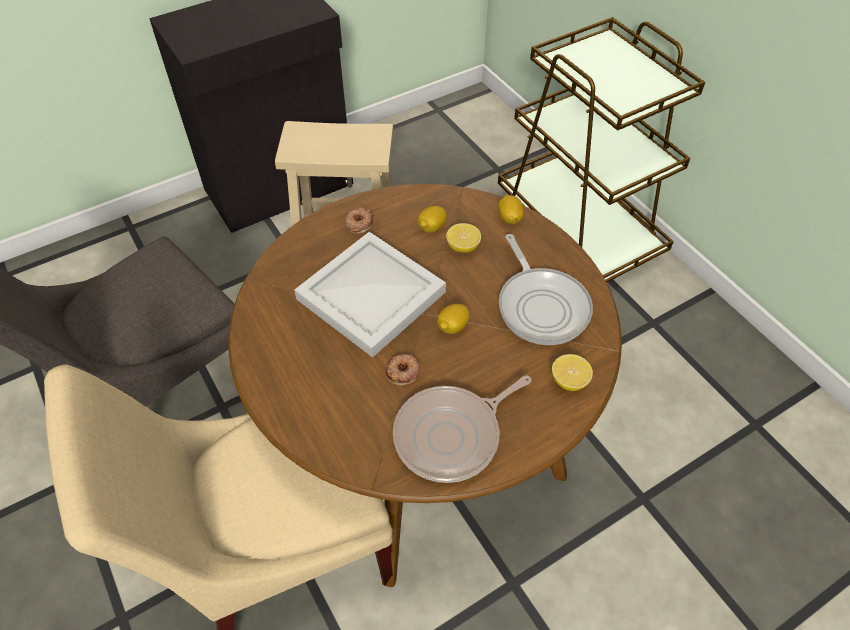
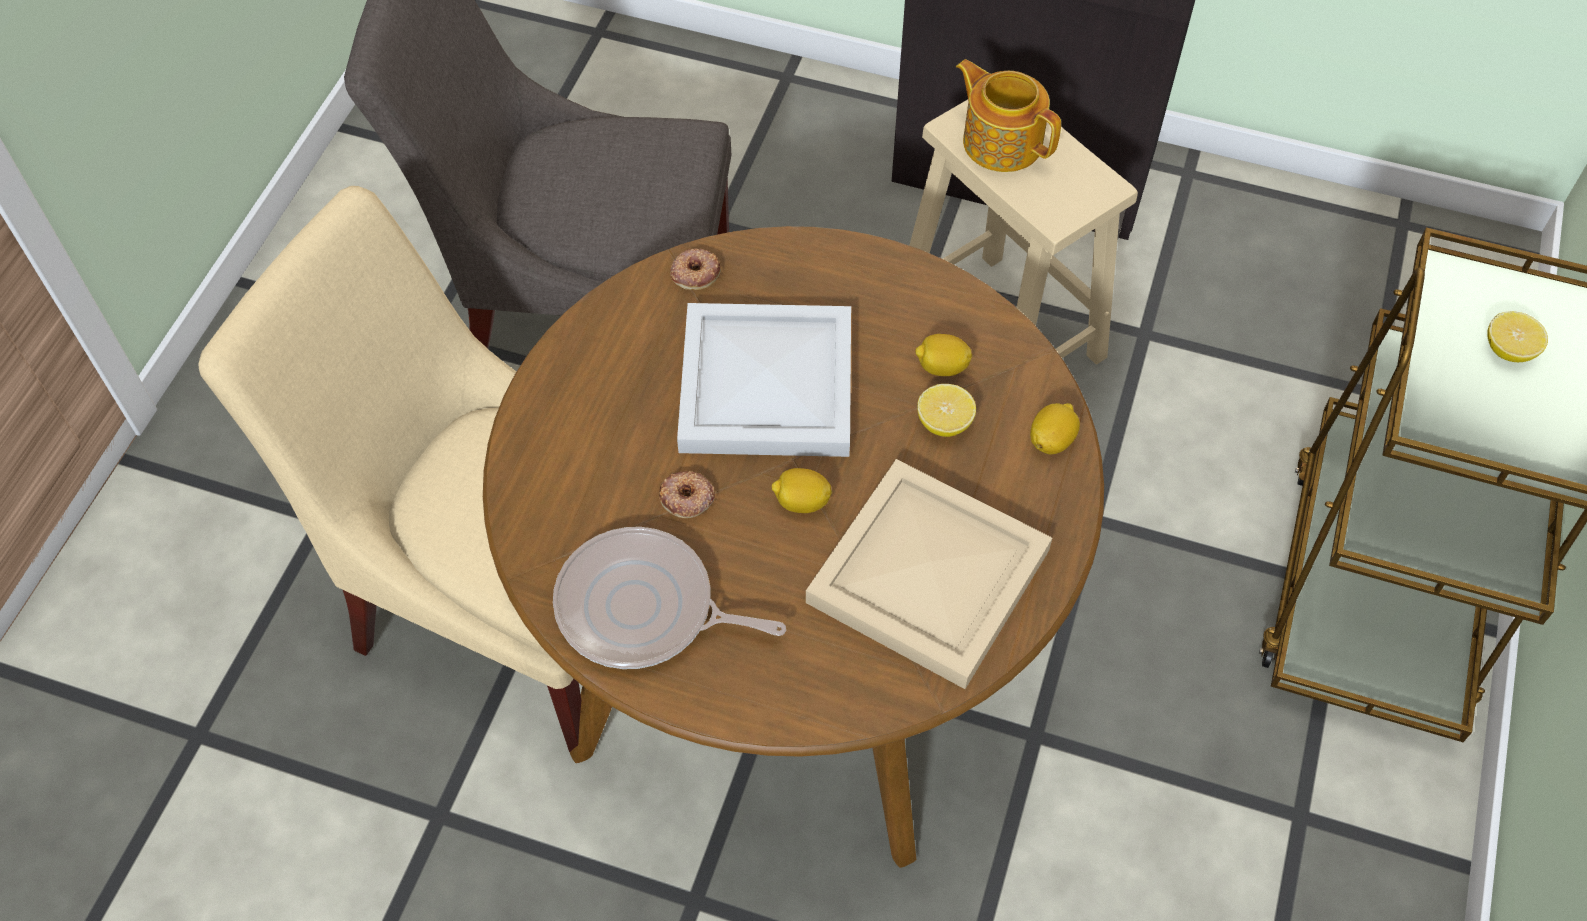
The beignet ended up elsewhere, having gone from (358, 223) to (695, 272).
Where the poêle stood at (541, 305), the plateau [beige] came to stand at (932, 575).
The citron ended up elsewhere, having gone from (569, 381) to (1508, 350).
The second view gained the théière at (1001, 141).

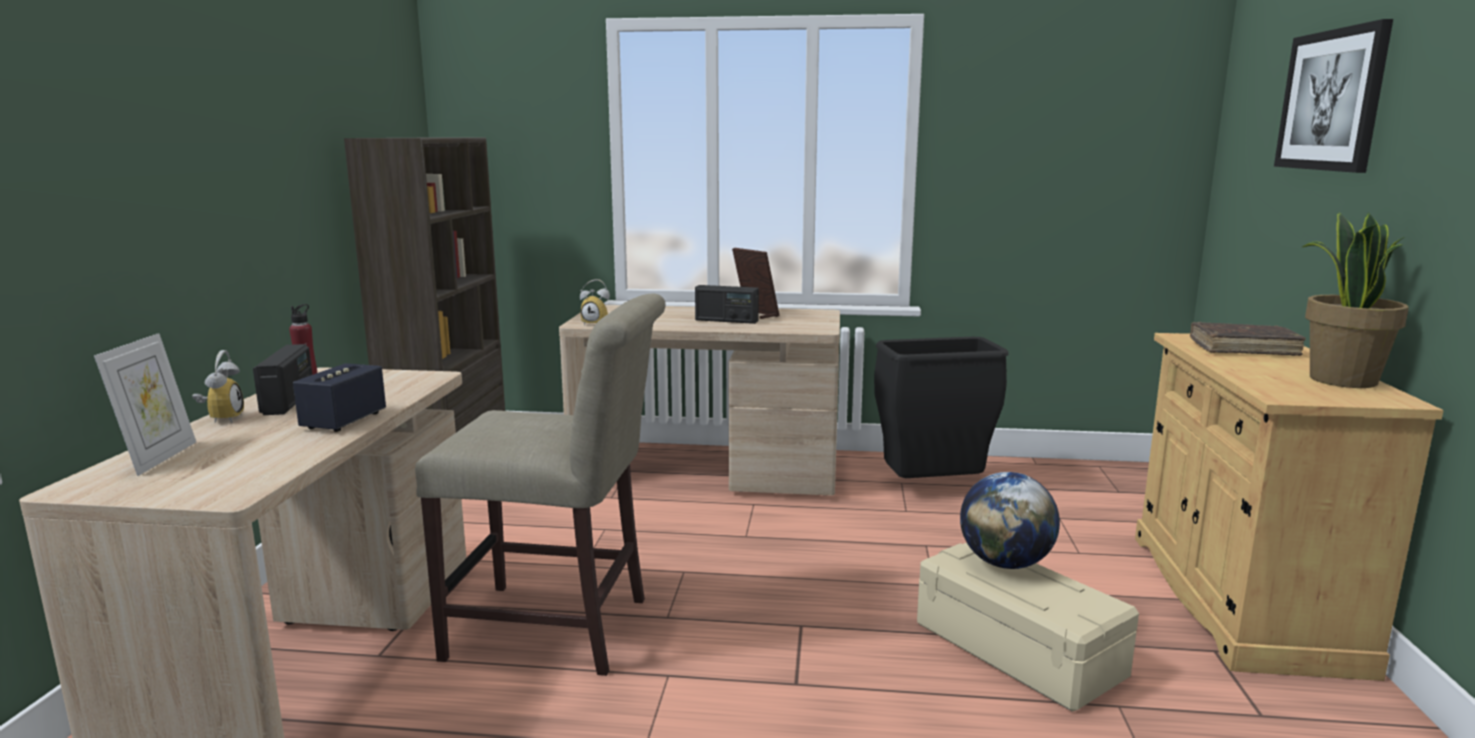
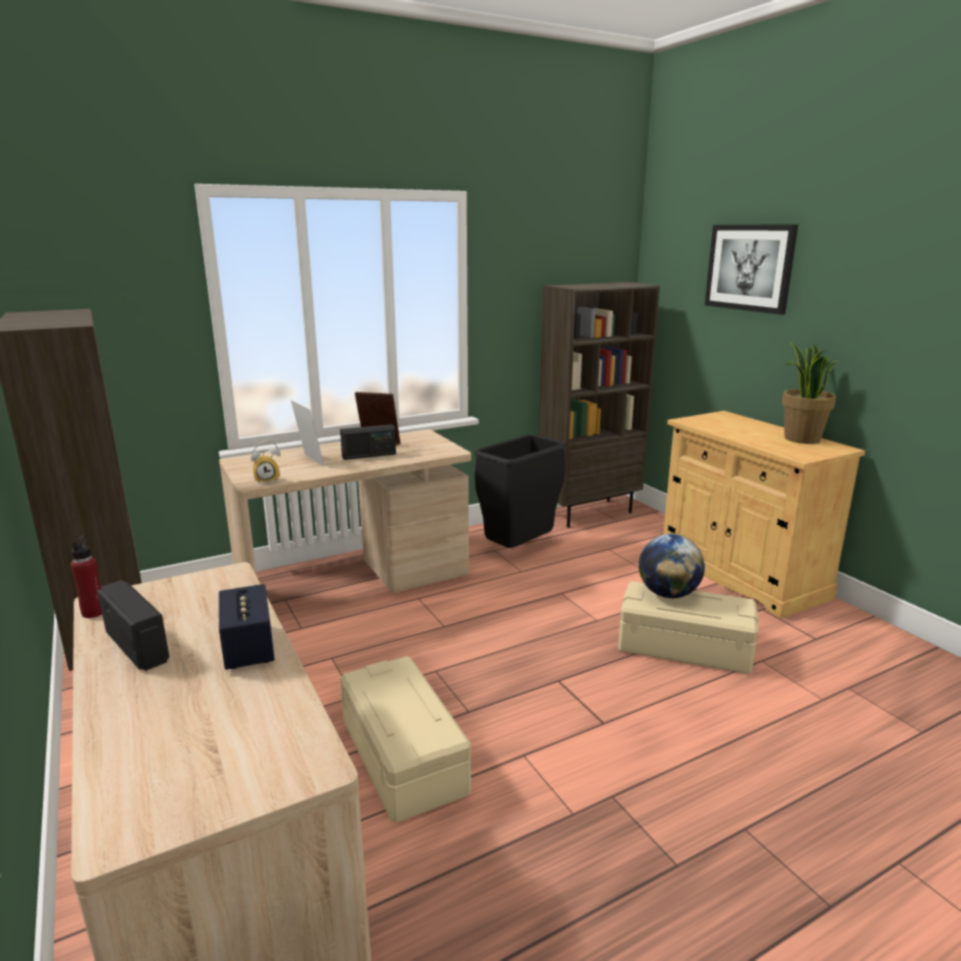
The cadre photo ended up elsewhere, having gone from (158, 458) to (309, 461).
The second view lost the réveil at (222, 418).
Where the chaise [beige] stood at (559, 630), the boîte de rangement [beige] came to stand at (405, 756).
The second view lost the livre [marron] at (1243, 349).
The second view gained the bibliothèque [marron] at (588, 513).

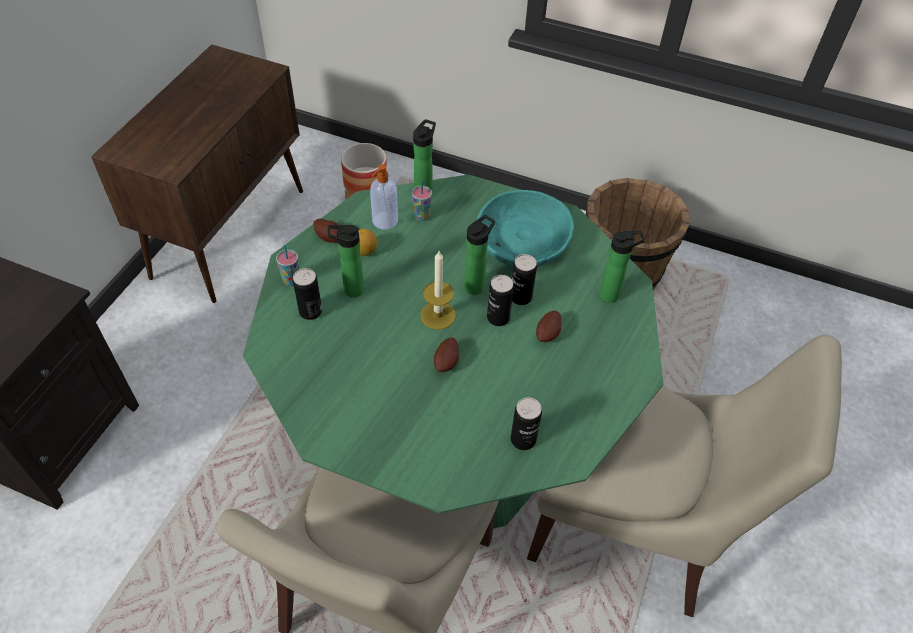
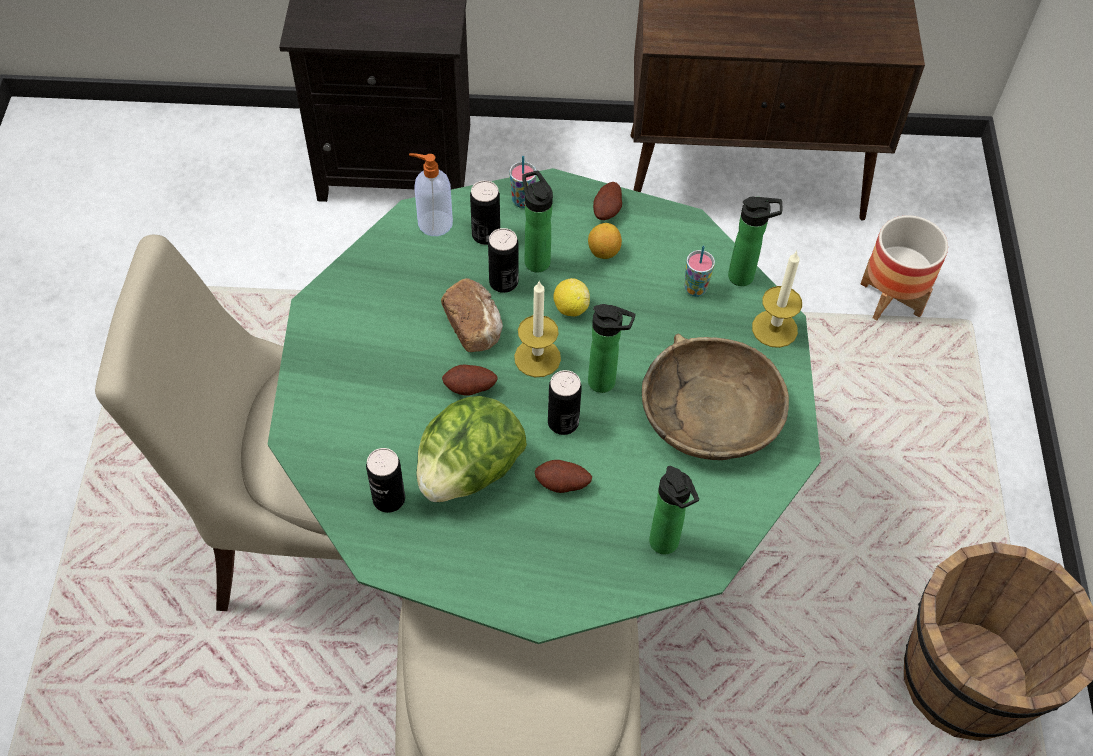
The distributeur de savon ended up elsewhere, having gone from (384, 221) to (433, 223).
What was the bol [turquoise] at (521, 242) turned into the bol [marron] at (709, 413).
The boîte métallique ended up elsewhere, having gone from (520, 297) to (503, 282).
The second view gained the laitue at (469, 471).
The second view gained the pain at (474, 326).
The second view gained the citron at (571, 308).
The second view gained the bougie at (774, 328).

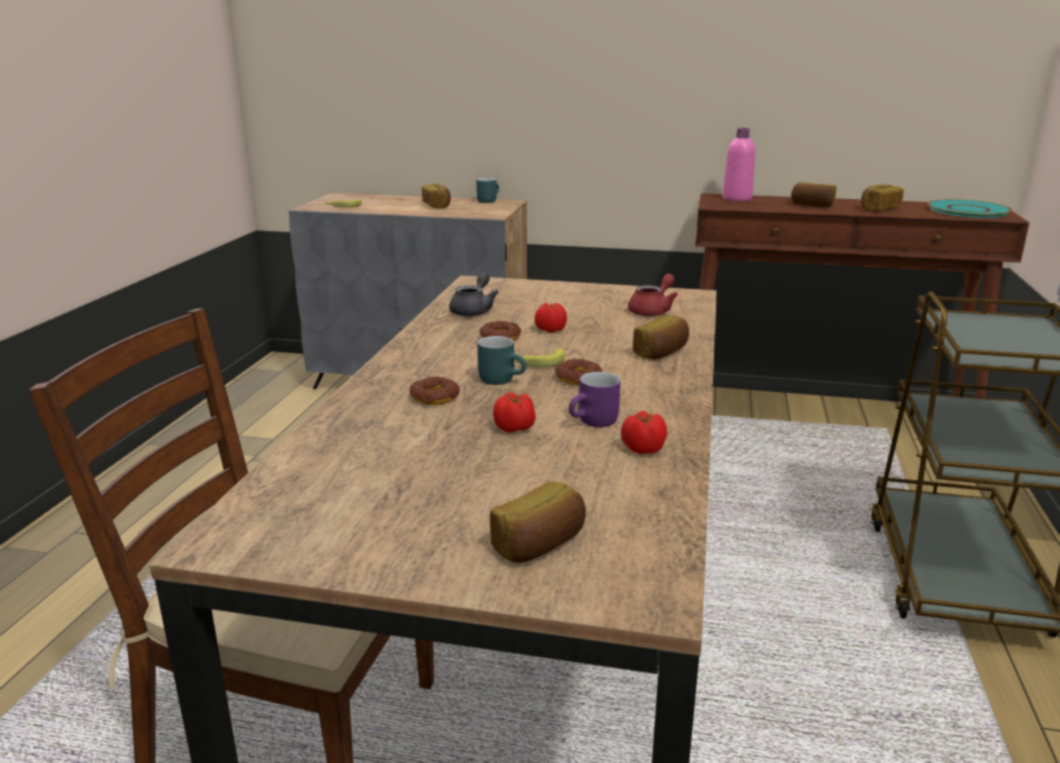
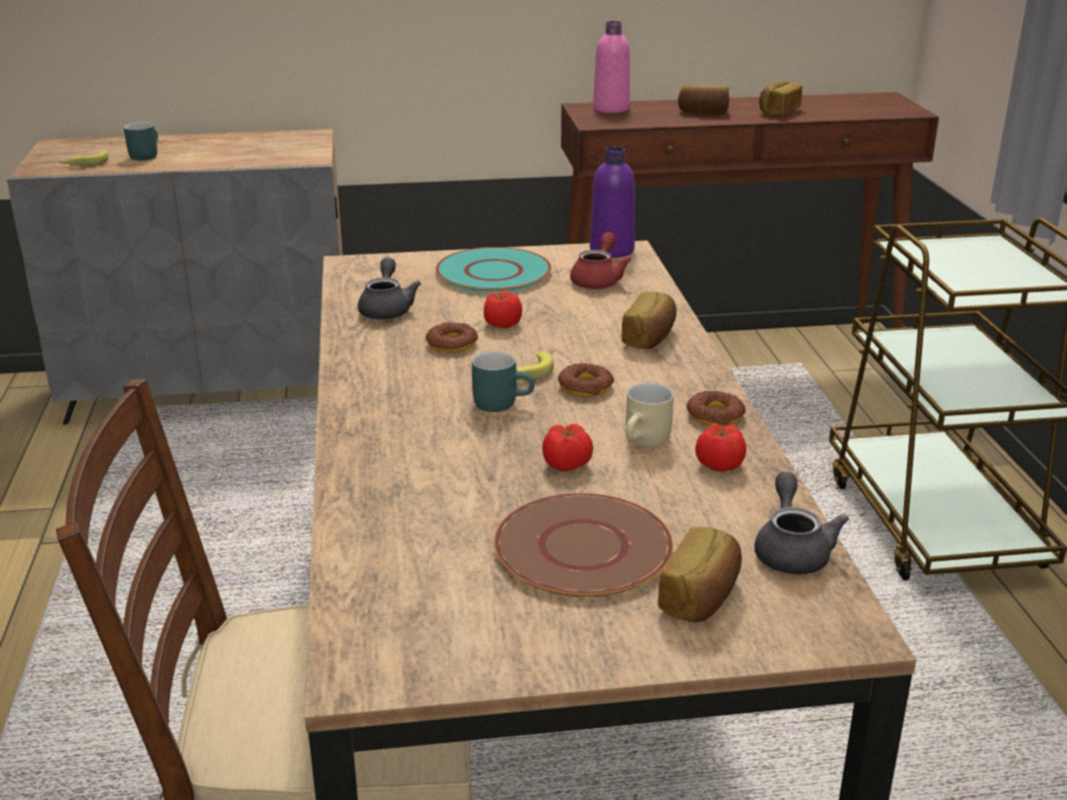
The beignet ended up elsewhere, having gone from (435, 397) to (715, 416).
The second view lost the pain at (437, 205).
The mug [turquoise] ended up elsewhere, having gone from (487, 200) to (144, 155).
What was the mug [violet] at (595, 423) turned into the mug [beige] at (647, 442).
The assiette [turquoise] ended up elsewhere, having gone from (967, 210) to (493, 273).
The second view gained the assiette [marron] at (582, 548).
The second view gained the bouteille [violet] at (611, 250).
The second view gained the théière [gris] at (792, 550).

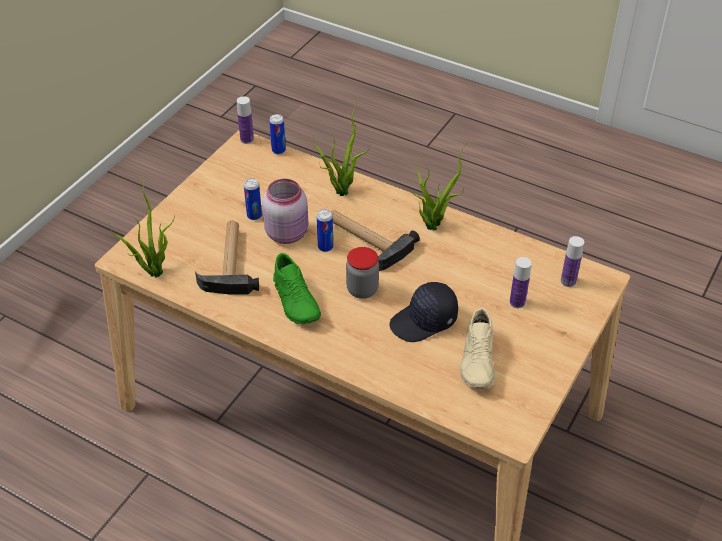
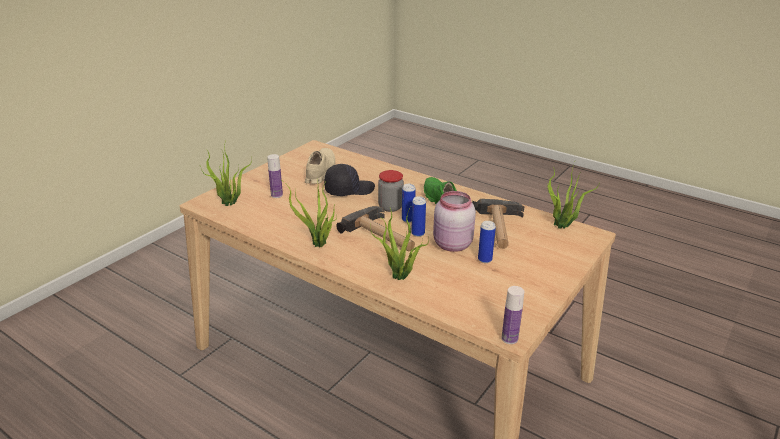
The boîte métallique ended up elsewhere, having gone from (278, 150) to (408, 219).
Where the bouteille stood at (568, 281), the plante en pot came to stand at (230, 203).

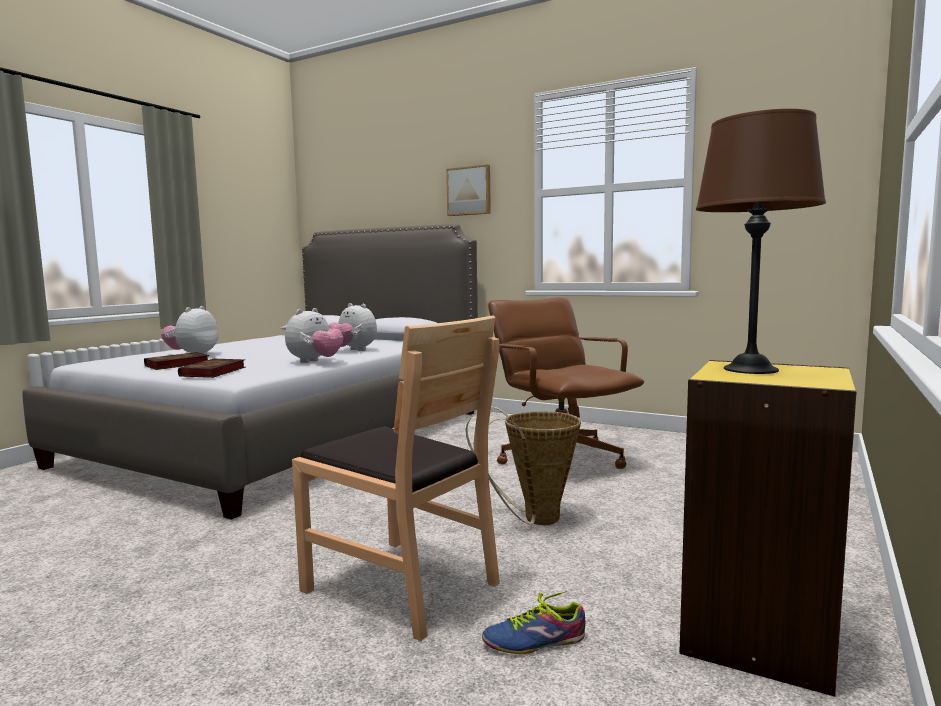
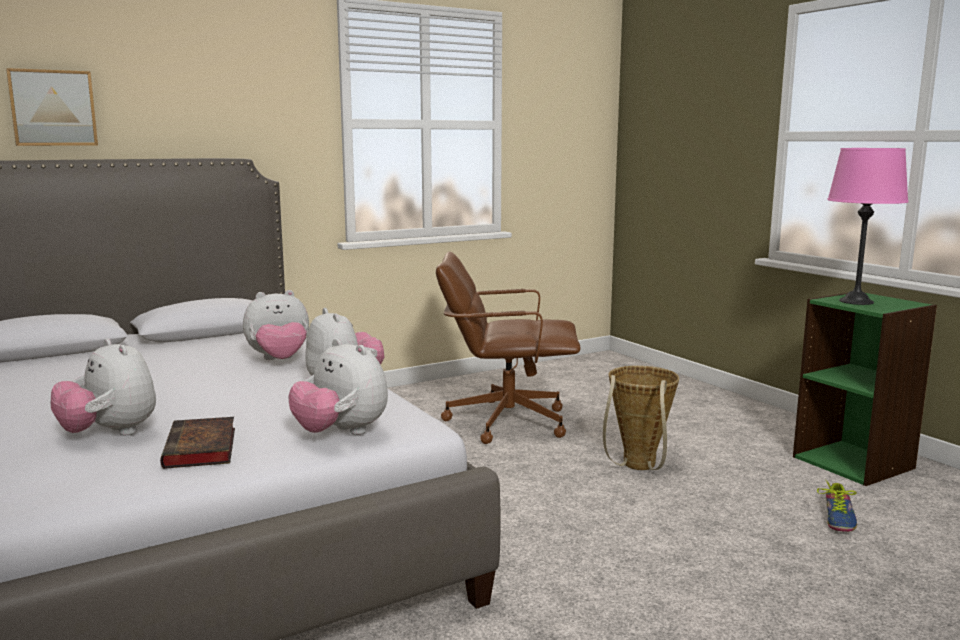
Where the livre stood at (213, 372), the peluche came to stand at (341, 433).
The second view lost the chaise [marron] at (401, 585).
The tableau ended up elsewhere, having gone from (469, 191) to (53, 108).
What was the bibliothèque [jaune] at (761, 636) turned into the bibliothèque [vert] at (854, 462).
What was the lampe de table [marron] at (751, 369) turned into the lampe de table [rose] at (856, 301).

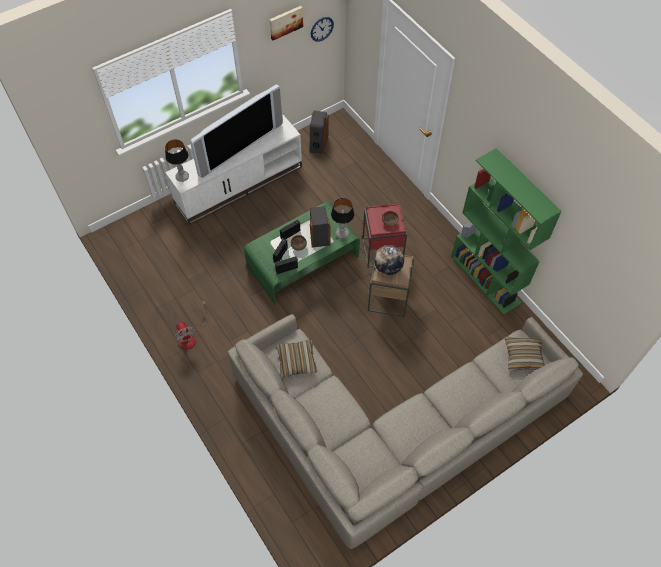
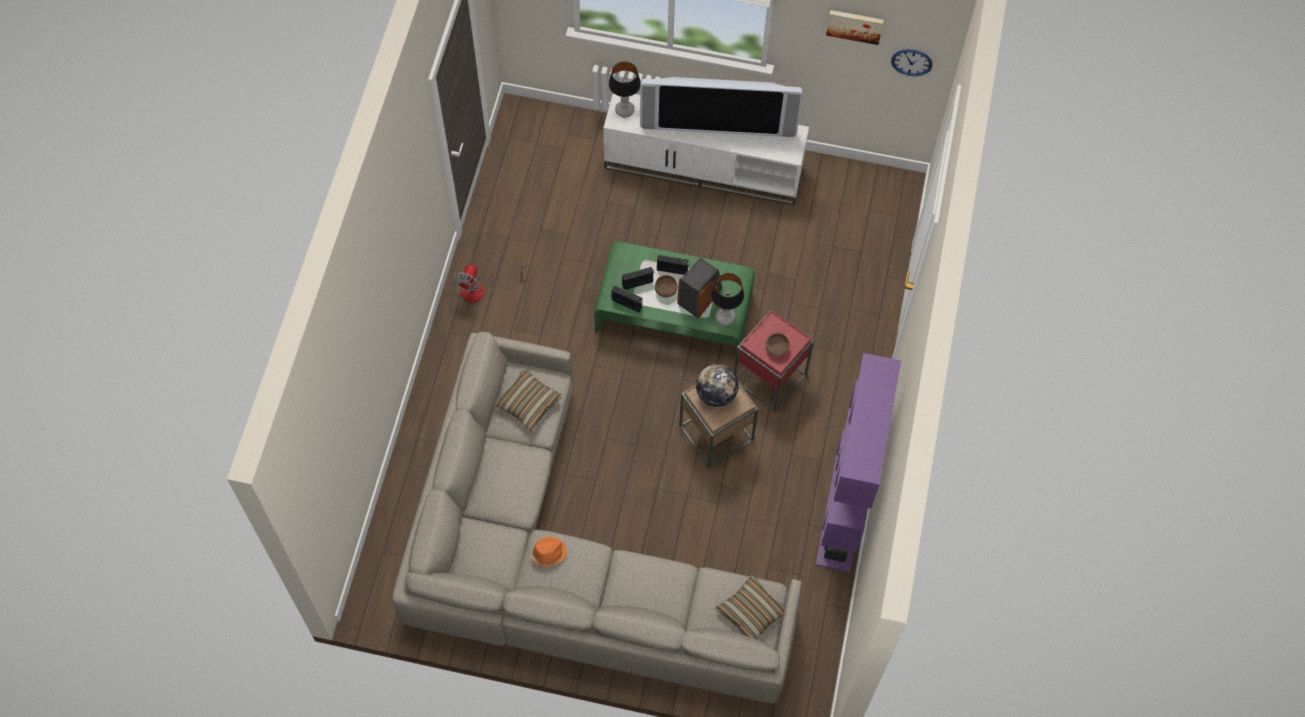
The second view lost the enceinte at (318, 143).
What was the bibliothèque [vert] at (486, 279) turned into the bibliothèque [violet] at (843, 512).
The second view gained the chapeau [orange] at (548, 552).

